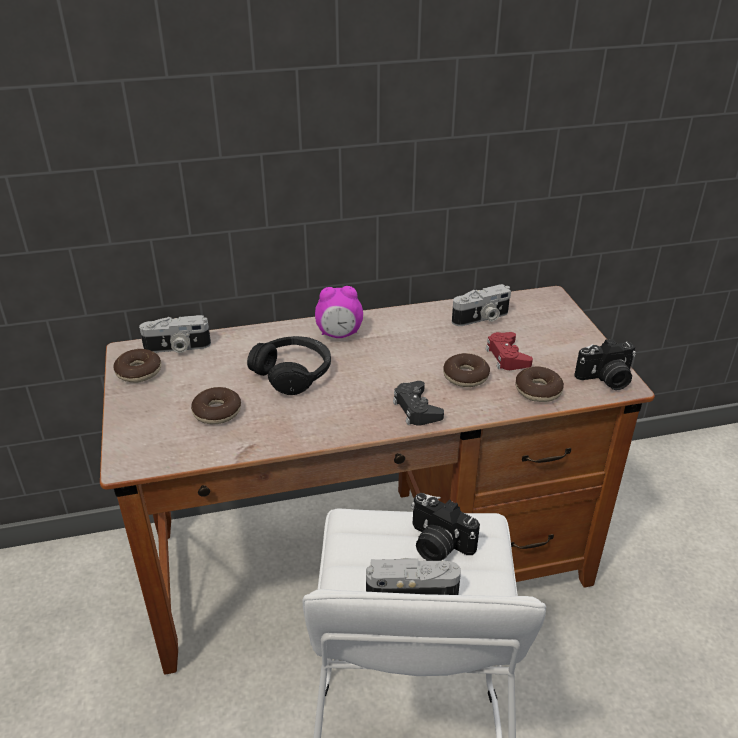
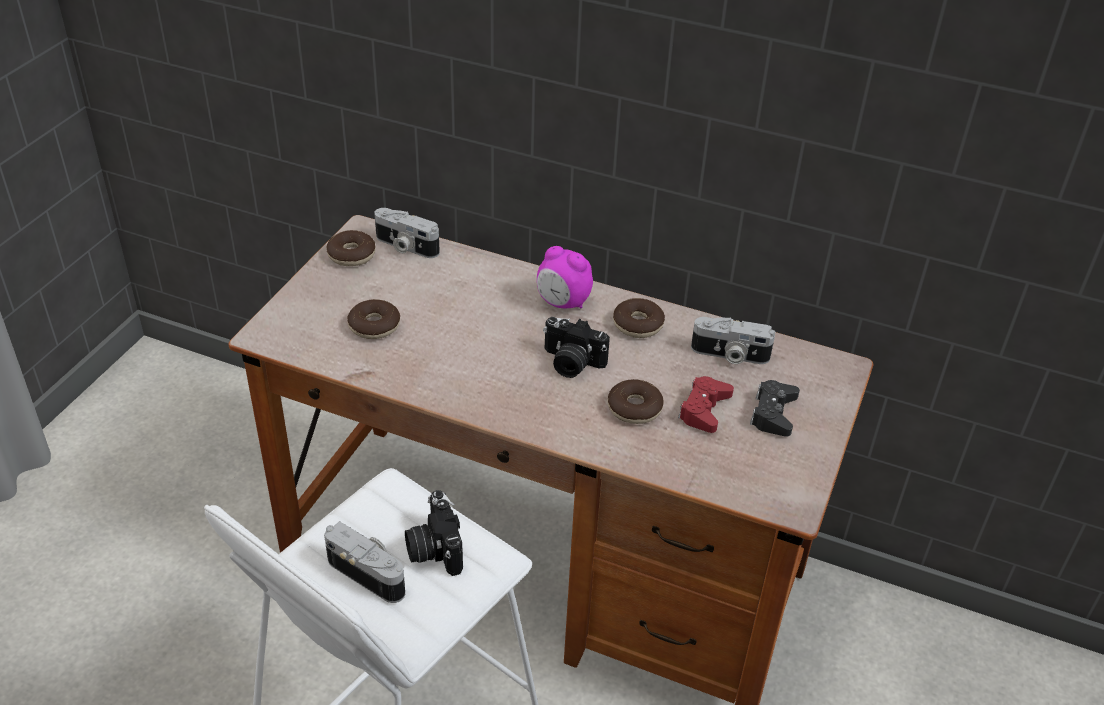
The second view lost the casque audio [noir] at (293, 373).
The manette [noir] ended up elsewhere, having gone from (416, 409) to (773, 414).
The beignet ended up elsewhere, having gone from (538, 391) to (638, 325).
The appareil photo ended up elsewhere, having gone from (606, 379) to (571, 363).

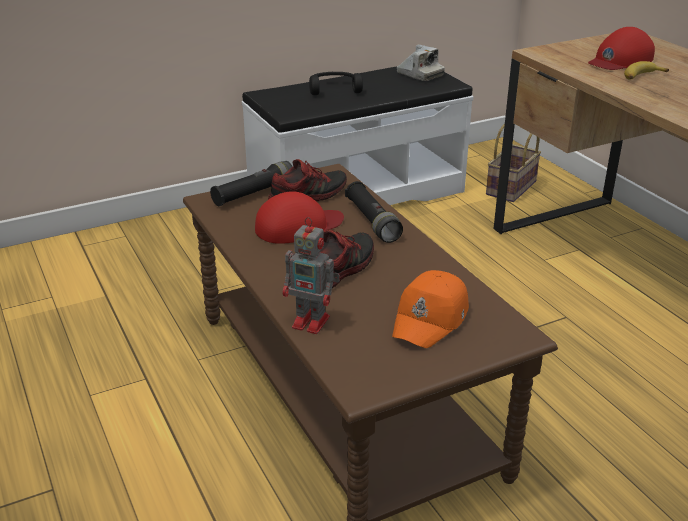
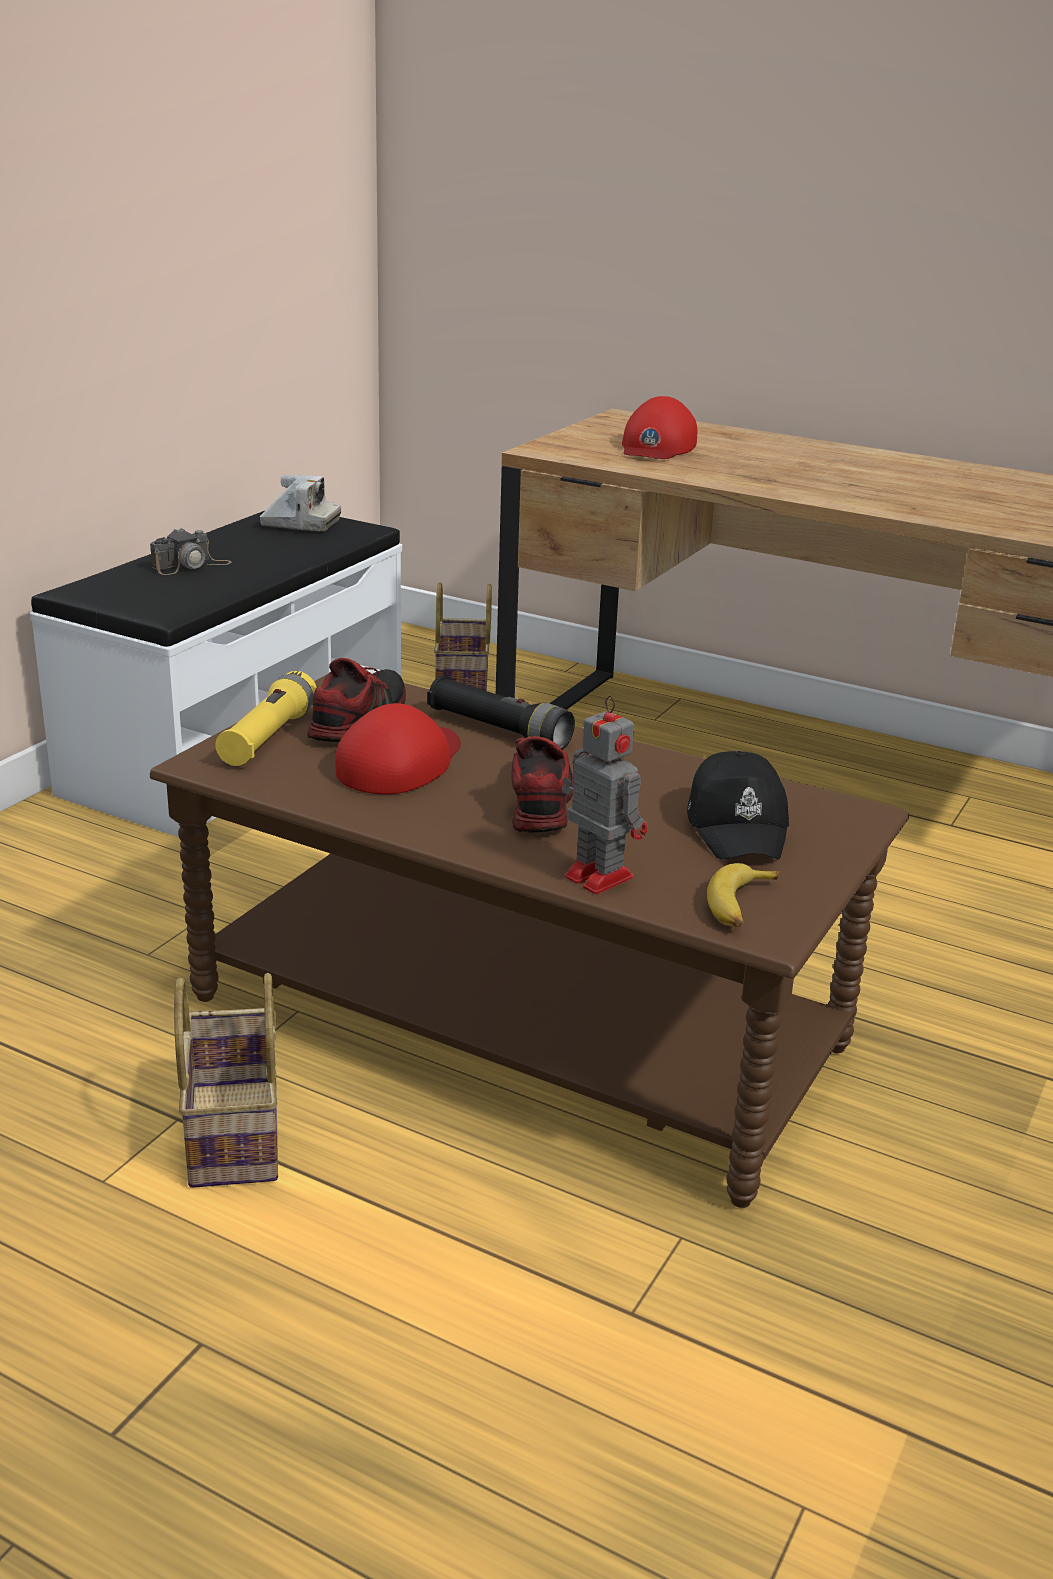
What was the lampe de poche [noir] at (253, 194) turned into the lampe de poche [jaune] at (268, 737).
The robot jouet at (313, 322) ended up facing another way, 120 degrees counterclockwise from before.
Where the casque audio [noir] stood at (334, 89), the appareil photo came to stand at (191, 565).
What was the casquette [orange] at (431, 319) turned into the casquette [noir] at (738, 826).
The banane ended up elsewhere, having gone from (641, 77) to (740, 906).
The second view gained the panier at (231, 1130).

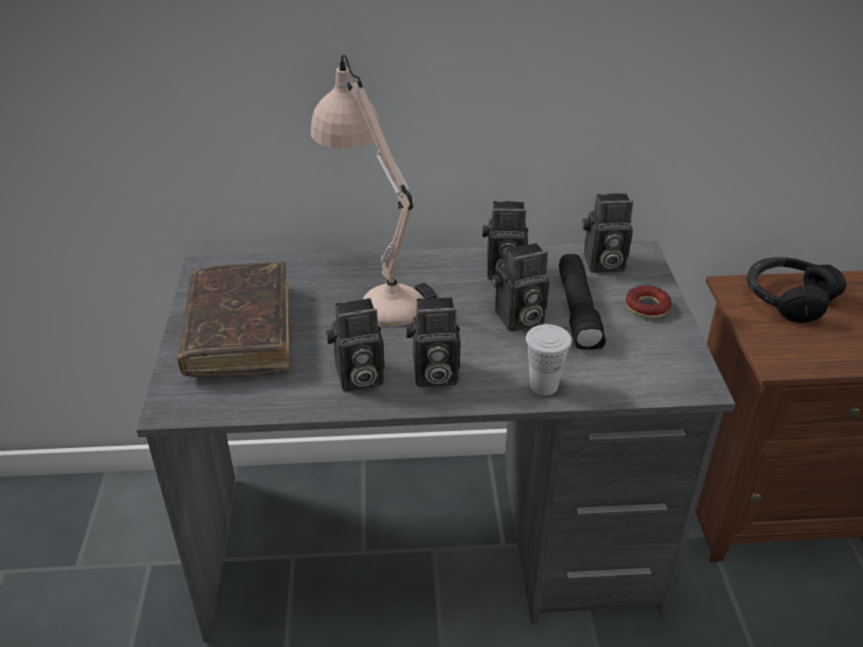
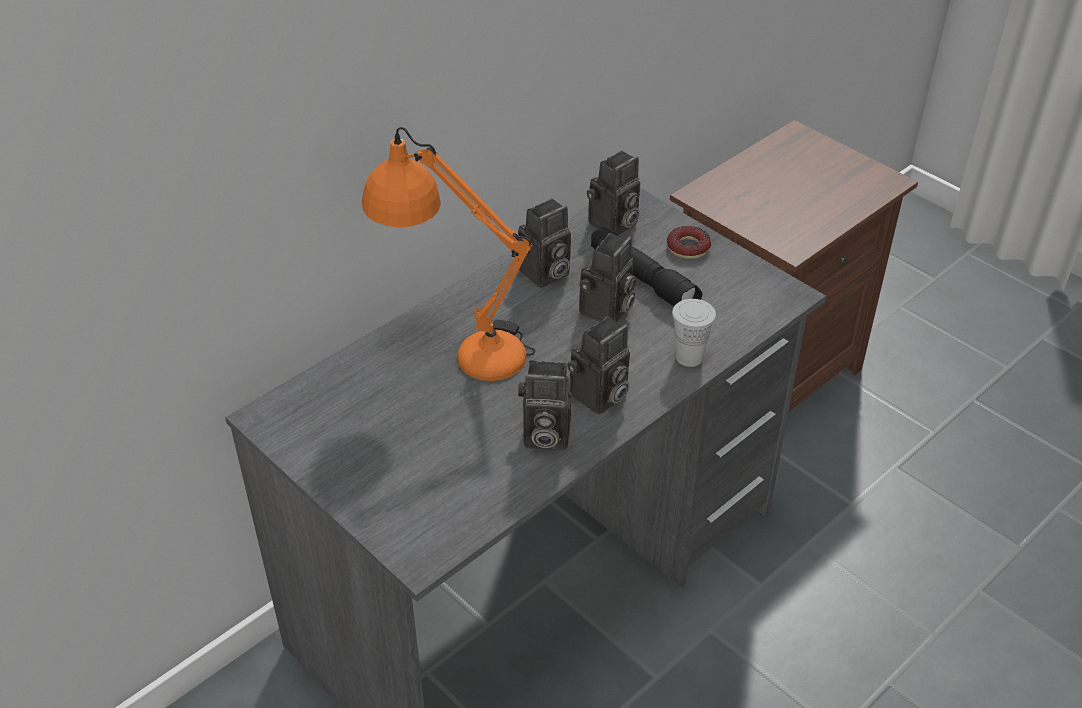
The second view lost the livre [marron] at (239, 332).
What was the lampe de table [beige] at (376, 288) turned into the lampe de table [orange] at (456, 347).
The appareil photo at (357, 378) ended up facing another way, 60 degrees clockwise from before.
The second view lost the casque audio [noir] at (787, 299).

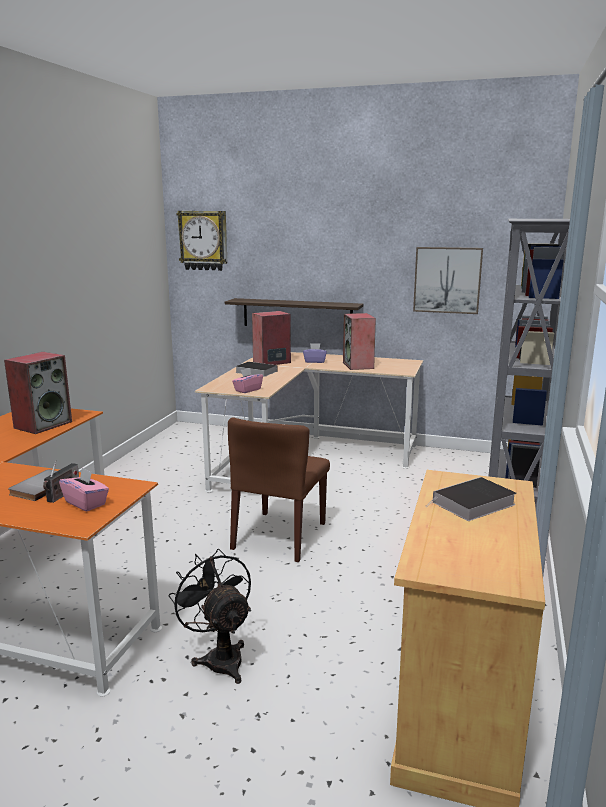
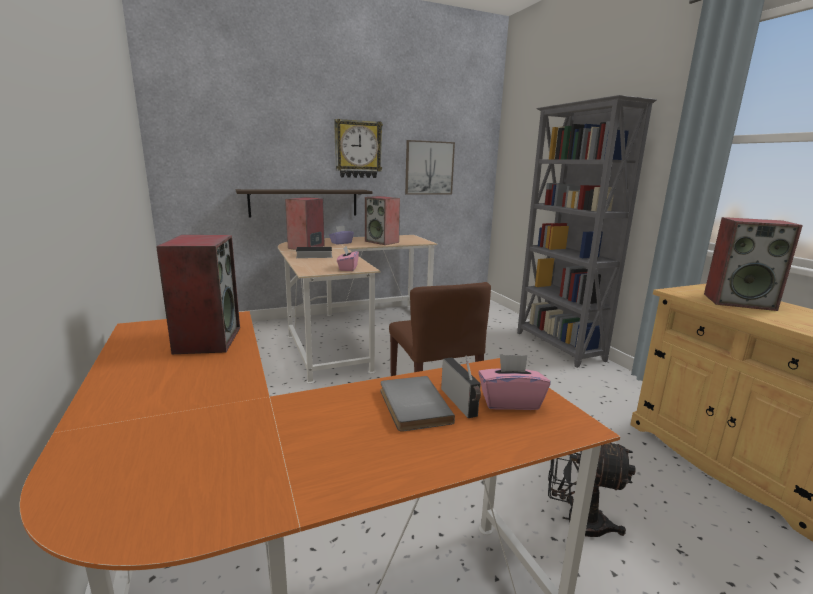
The horloge murale ended up elsewhere, having gone from (203, 240) to (358, 149).
Where the livre stood at (472, 504), the enceinte came to stand at (739, 302).

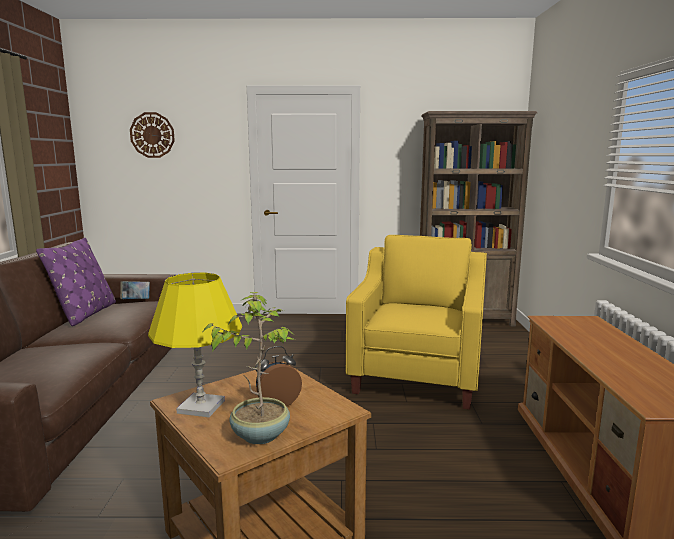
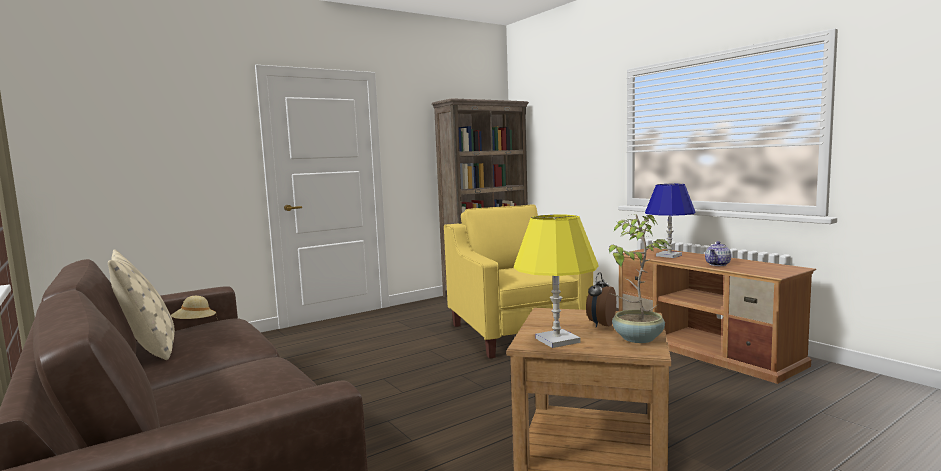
What was the coussin [violet] at (85, 314) turned into the coussin [beige] at (148, 349).
Where the livre stood at (136, 300), the chapeau [beige] came to stand at (194, 324).
The second view lost the horloge murale at (152, 135).
The second view gained the lampe de table [bleu] at (669, 255).
The second view gained the théière at (718, 264).

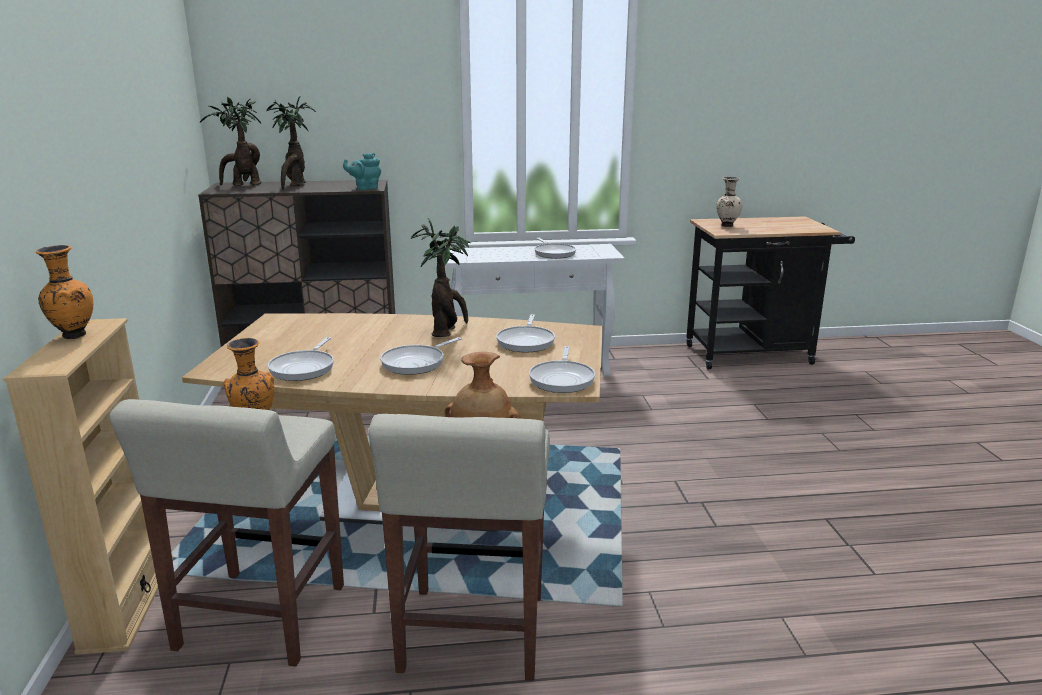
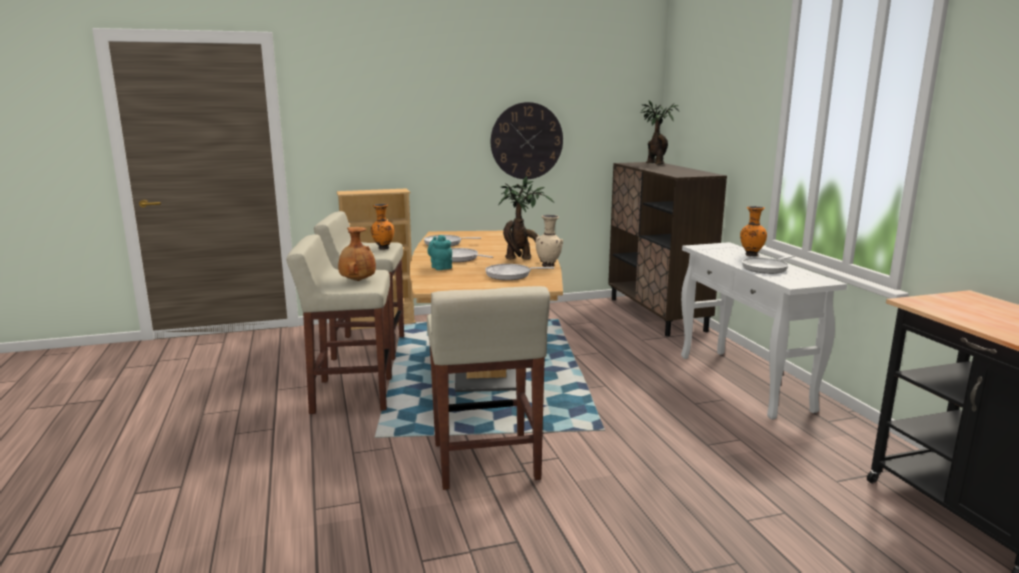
The vase [orange] ended up elsewhere, having gone from (73, 336) to (750, 255).
The second view lost the plante en pot at (295, 186).
The théière [turquoise] ended up elsewhere, having gone from (365, 188) to (440, 267).
The second view lost the poêle at (562, 379).
The vase [beige] ended up elsewhere, having gone from (726, 226) to (549, 266).
The second view gained the tabouret [beige] at (485, 462).
The second view gained the horloge murale at (526, 141).

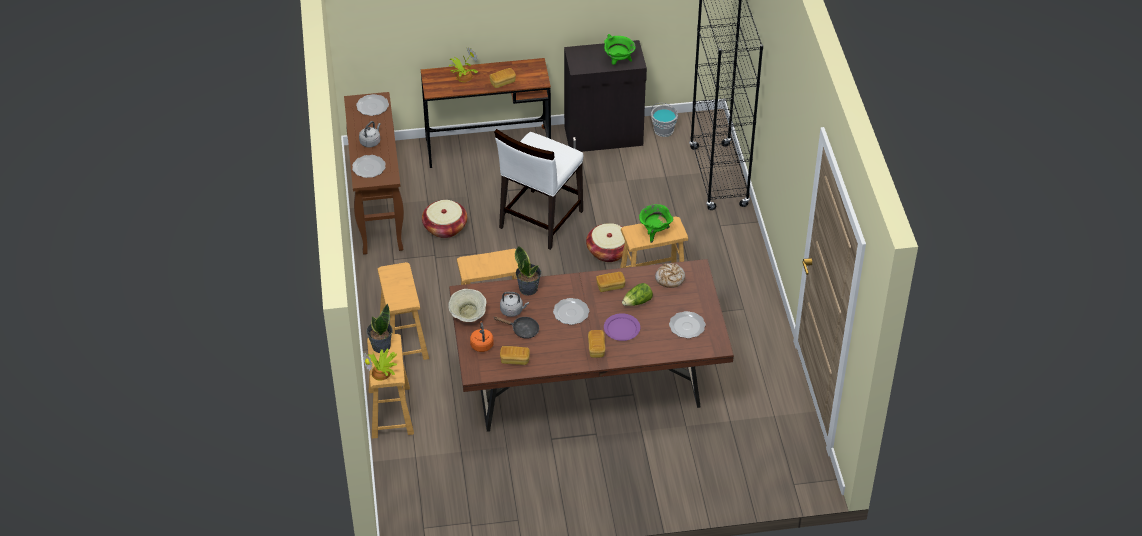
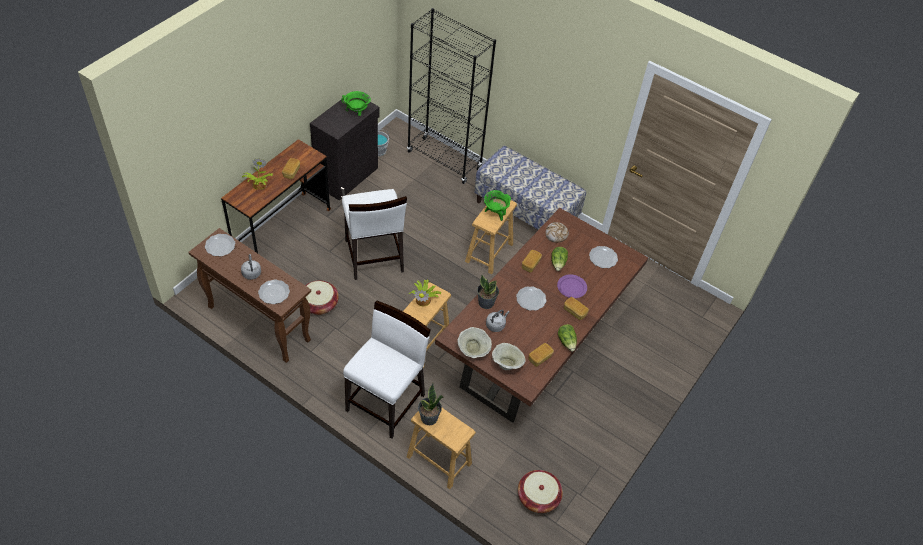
The plante en pot ended up elsewhere, having gone from (382, 373) to (424, 299).
Where the tabouret [marron] stood at (404, 340), the chaise [blanc] came to stand at (386, 402).
Where the bouilloire [orange] stood at (481, 344), the bol [beige] came to stand at (507, 363).
The second view lost the poêle [noir] at (522, 330).
The panier ended up elsewhere, having gone from (609, 251) to (538, 497).
The second view gained the banc at (526, 212).
The second view gained the laitue at (567, 342).

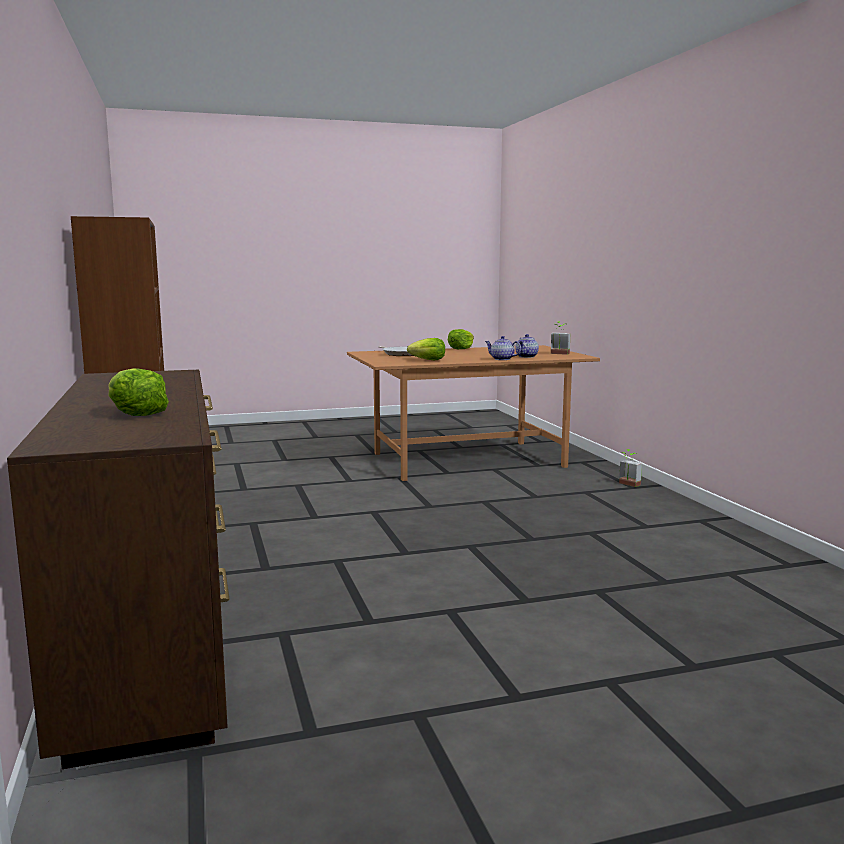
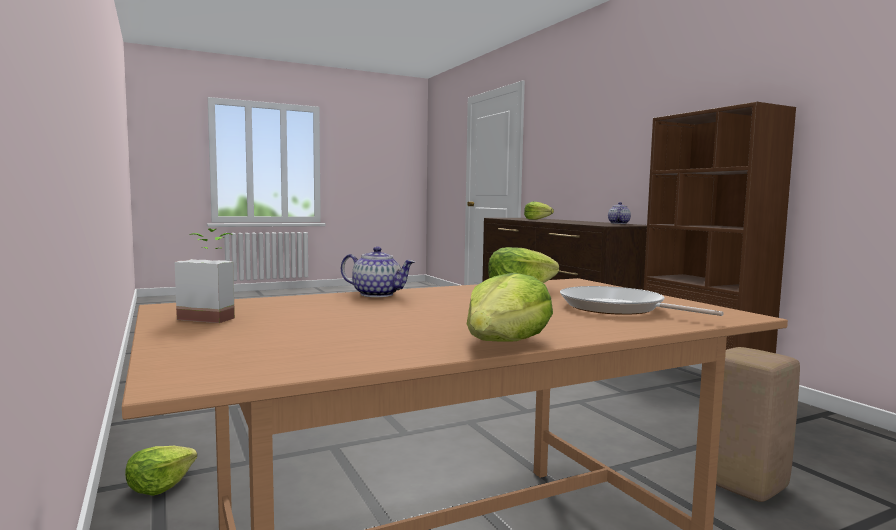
The théière ended up elsewhere, having gone from (526, 356) to (618, 223).
Where the plante en pot stood at (627, 485), the laitue came to stand at (160, 485).
The second view gained the tabouret [beige] at (746, 485).

